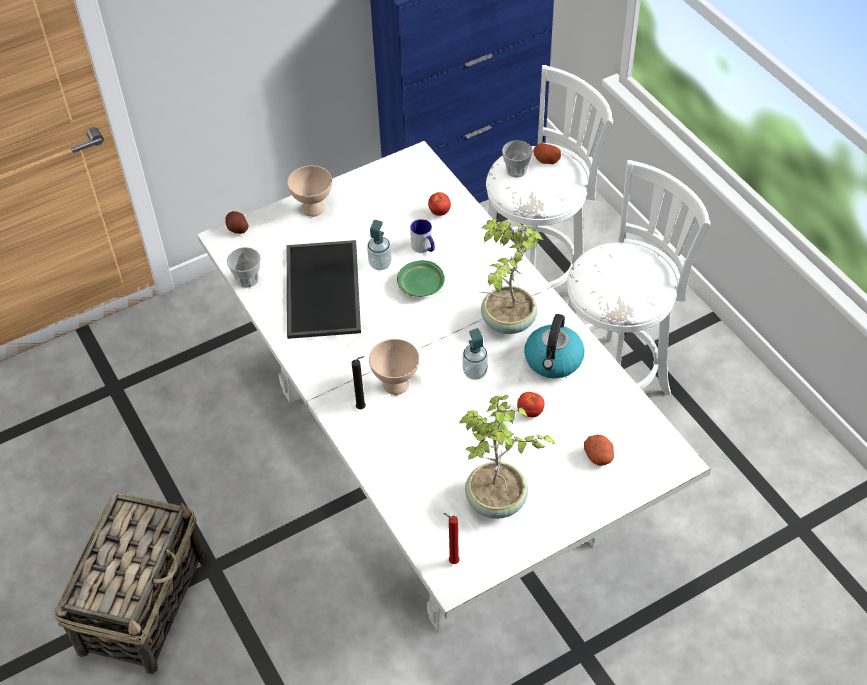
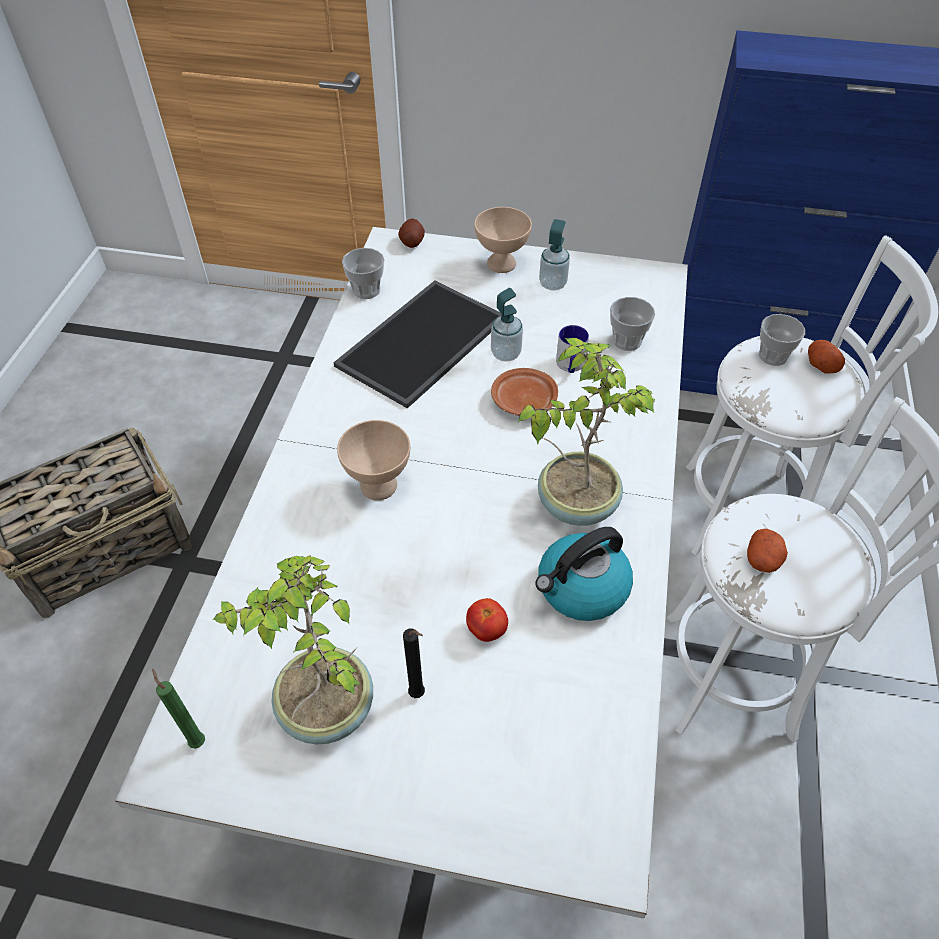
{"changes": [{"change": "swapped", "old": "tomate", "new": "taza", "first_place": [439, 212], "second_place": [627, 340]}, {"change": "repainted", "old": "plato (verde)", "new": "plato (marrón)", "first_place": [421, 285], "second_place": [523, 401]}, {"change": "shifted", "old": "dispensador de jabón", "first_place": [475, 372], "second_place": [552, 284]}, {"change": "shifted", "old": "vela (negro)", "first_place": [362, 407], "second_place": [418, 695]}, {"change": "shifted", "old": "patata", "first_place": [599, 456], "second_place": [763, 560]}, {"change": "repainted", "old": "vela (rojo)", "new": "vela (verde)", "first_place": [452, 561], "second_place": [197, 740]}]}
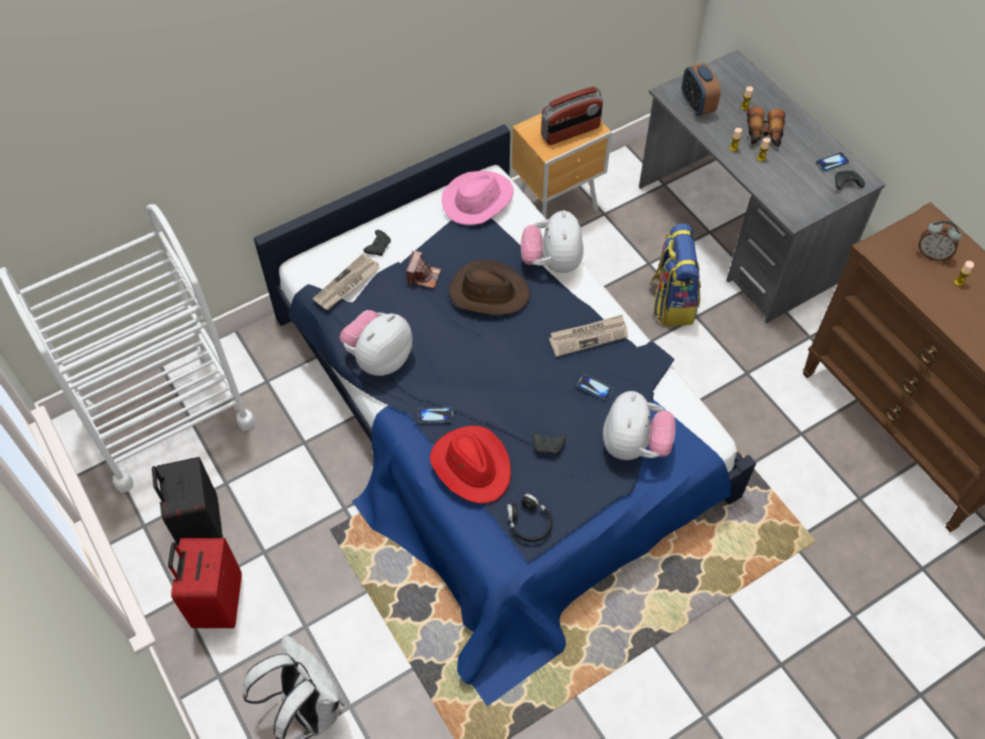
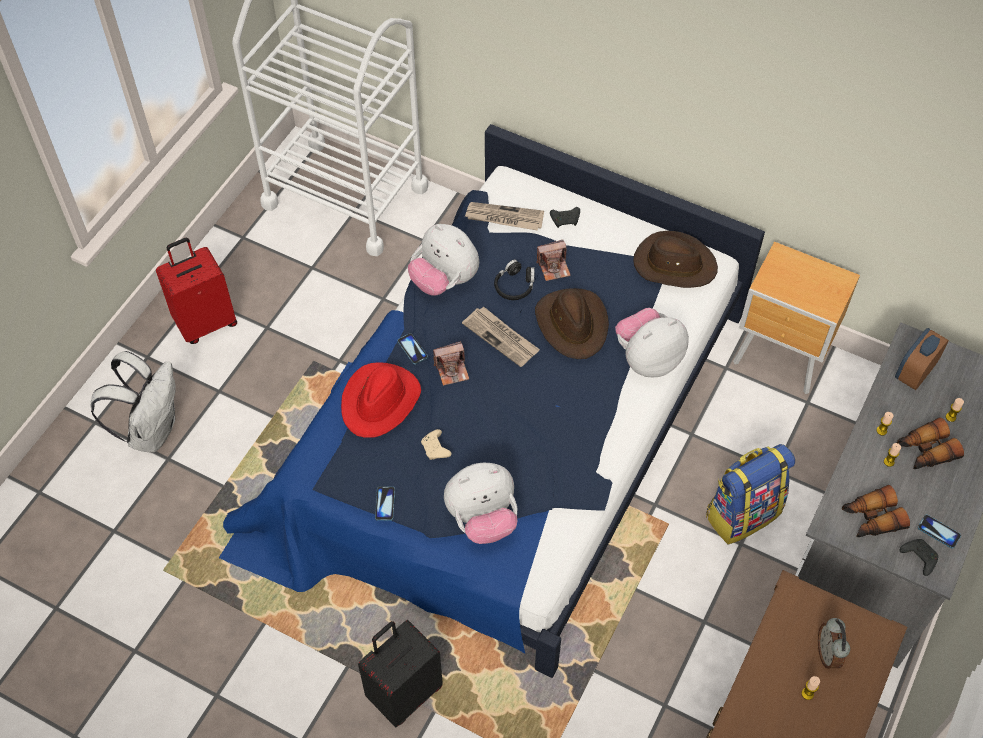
{"changes": [{"change": "gone", "old": "radio", "first_place": [570, 132]}, {"change": "repainted", "old": "sombrero (rosa)", "new": "sombrero (marrón)", "first_place": [478, 200], "second_place": [674, 264]}, {"change": "rotated", "old": "peluche", "first_place": [379, 358], "second_place": [444, 280], "degrees": -150}, {"change": "shifted", "old": "periódico", "first_place": [588, 336], "second_place": [501, 337]}, {"change": "shifted", "old": "móvil", "first_place": [594, 387], "second_place": [385, 504]}, {"change": "repainted", "old": "mando de consola (negro)", "new": "mando de consola (beis)", "first_place": [548, 446], "second_place": [436, 449]}, {"change": "shifted", "old": "maleta (negro)", "first_place": [200, 528], "second_place": [404, 692]}, {"change": "shifted", "old": "auriculares (negro)", "first_place": [529, 523], "second_place": [515, 286]}, {"change": "new", "new": "cámara", "second_place": [452, 370]}, {"change": "new", "new": "prismáticos", "second_place": [871, 518]}]}
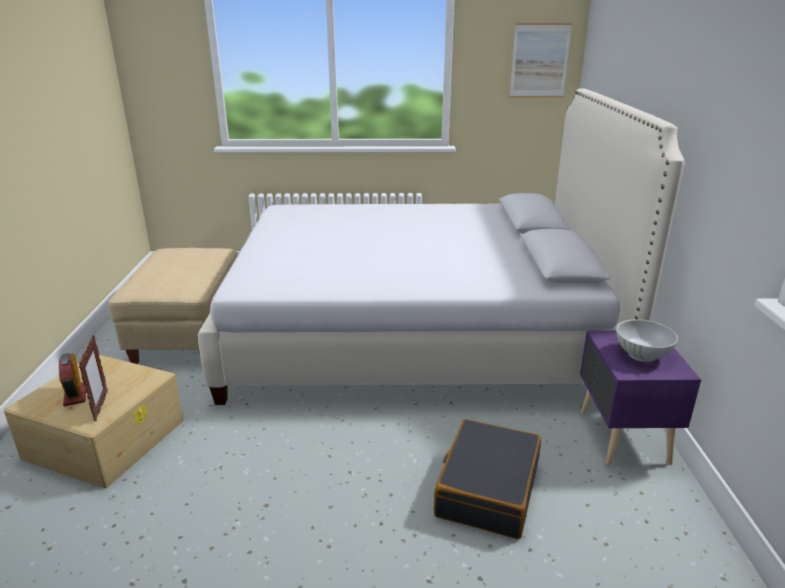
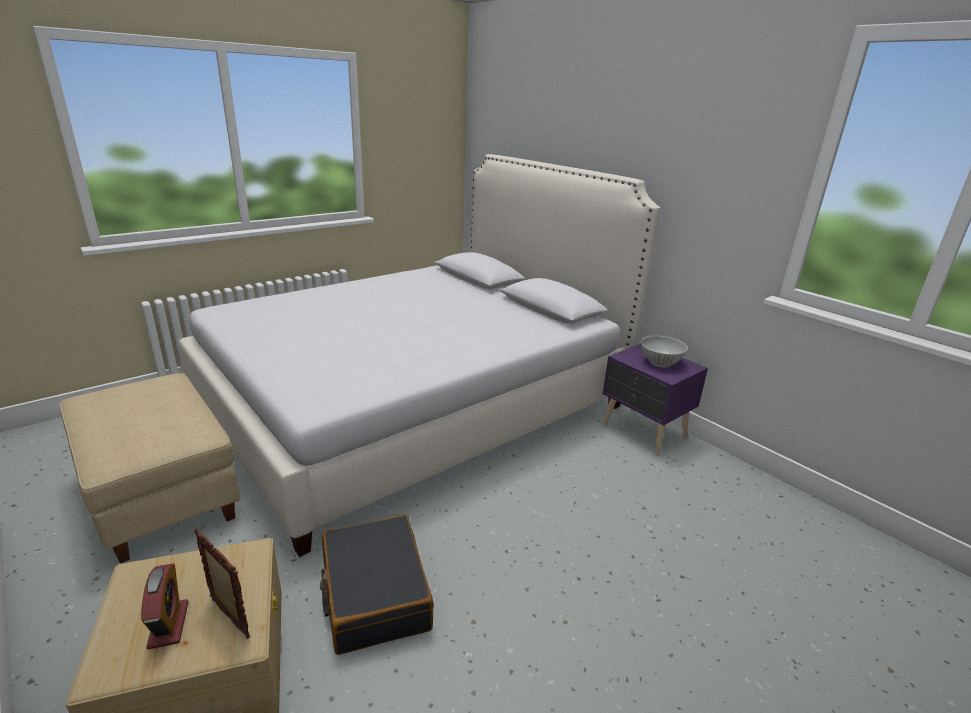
{"changes": [{"change": "gone", "old": "cuadro", "first_place": [539, 61]}, {"change": "rotated", "old": "despertador", "first_place": [75, 395], "second_place": [168, 625], "degrees": -135}, {"change": "shifted", "old": "maleta (negro)", "first_place": [487, 489], "second_place": [374, 594]}]}
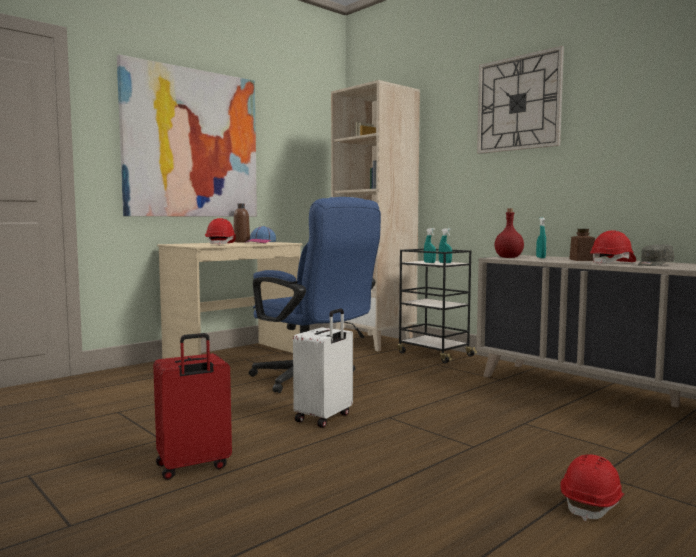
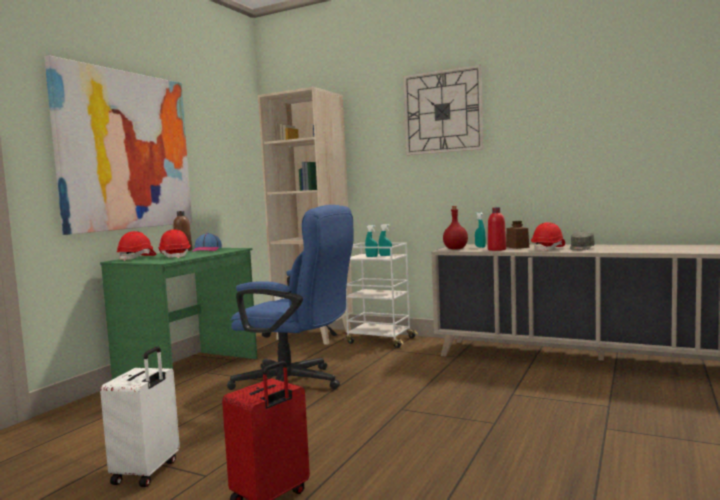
{"changes": [{"change": "repainted", "old": "escritorio (beis)", "new": "escritorio (verde)", "first_place": [233, 357], "second_place": [190, 372]}, {"change": "repainted", "old": "carrito (negro)", "new": "carrito (blanco)", "first_place": [434, 354], "second_place": [380, 340]}, {"change": "shifted", "old": "maleta (blanco)", "first_place": [324, 418], "second_place": [147, 472]}, {"change": "shifted", "old": "casco (rojo)", "first_place": [592, 504], "second_place": [137, 258]}, {"change": "new", "new": "botella (rojo)", "second_place": [497, 249]}]}
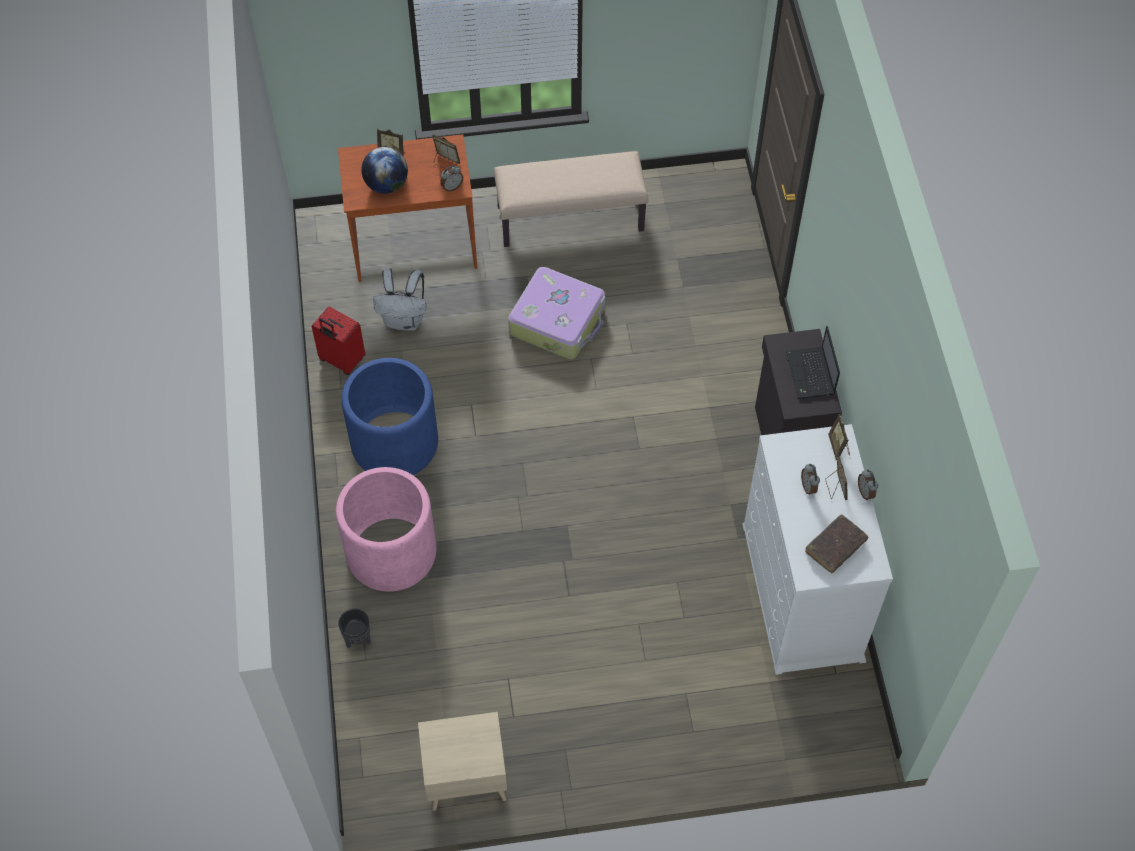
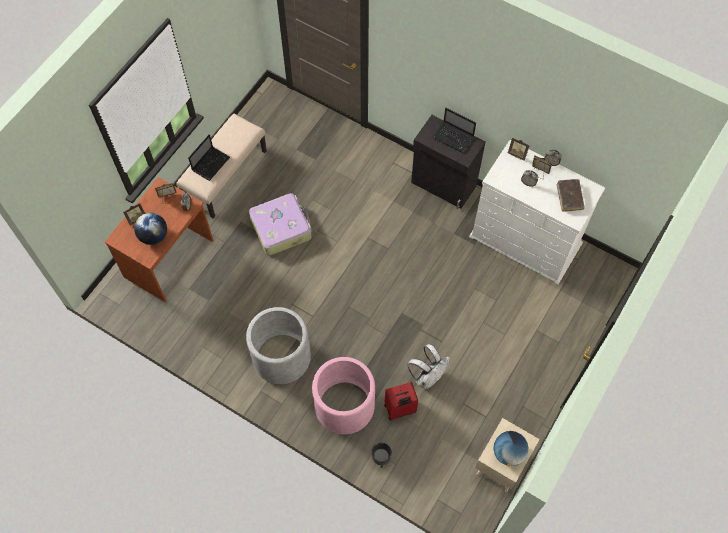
{"changes": [{"change": "shifted", "old": "mochila (blanco)", "first_place": [405, 320], "second_place": [428, 376]}, {"change": "shifted", "old": "maleta (rojo)", "first_place": [341, 360], "second_place": [400, 409]}, {"change": "repainted", "old": "maceta (azul)", "new": "maceta (gris)", "first_place": [394, 442], "second_place": [281, 357]}, {"change": "new", "new": "portátil", "second_place": [211, 163]}, {"change": "new", "new": "globo terráqueo", "second_place": [508, 453]}]}
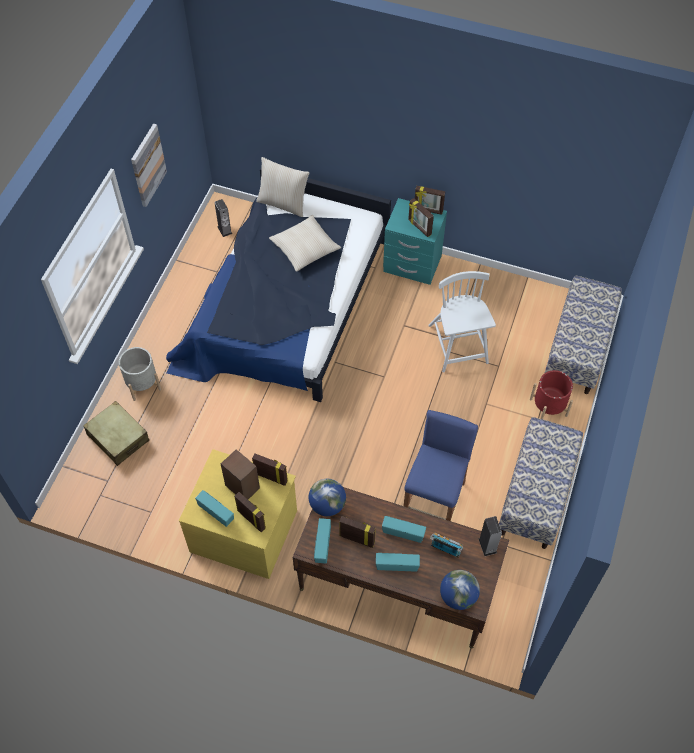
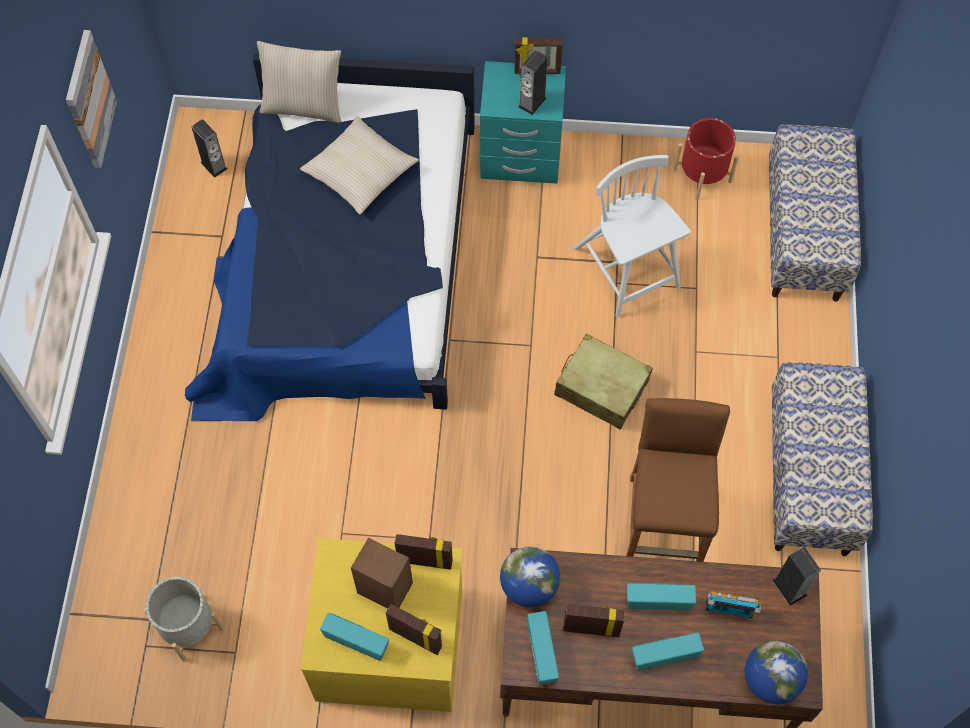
{"changes": [{"change": "swapped", "old": "portarretratos", "new": "altavoz", "first_place": [419, 227], "second_place": [532, 102]}, {"change": "shifted", "old": "maceta (gris)", "first_place": [142, 384], "second_place": [189, 626]}, {"change": "shifted", "old": "maceta (rojo)", "first_place": [548, 407], "second_place": [702, 175]}, {"change": "shifted", "old": "maleta (beis)", "first_place": [118, 438], "second_place": [601, 388]}, {"change": "repainted", "old": "taburete (azul)", "new": "taburete (marrón)", "first_place": [434, 501], "second_place": [664, 524]}]}
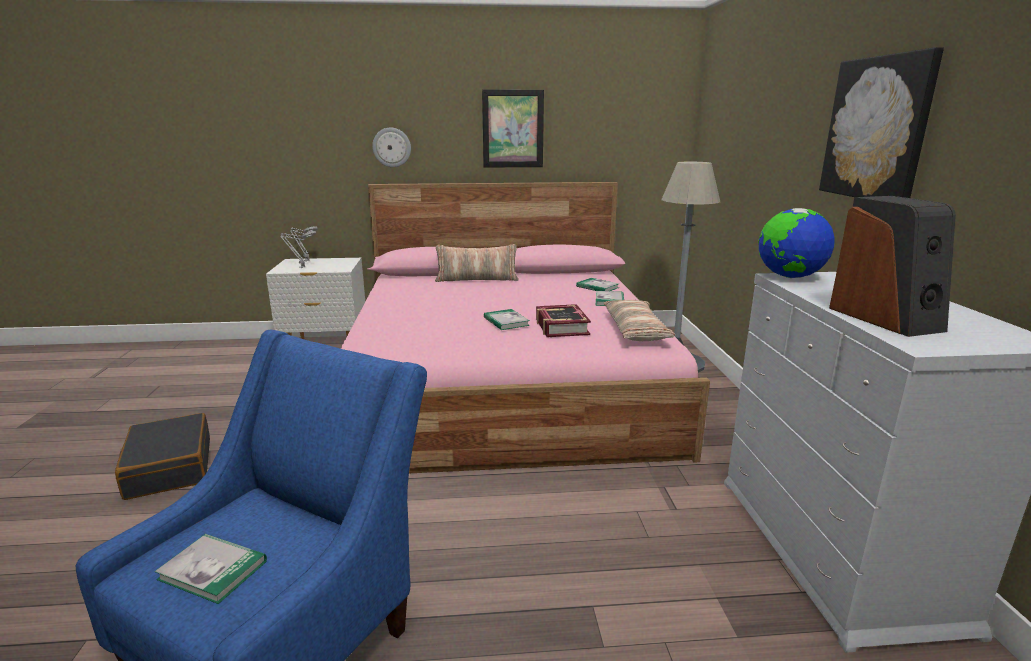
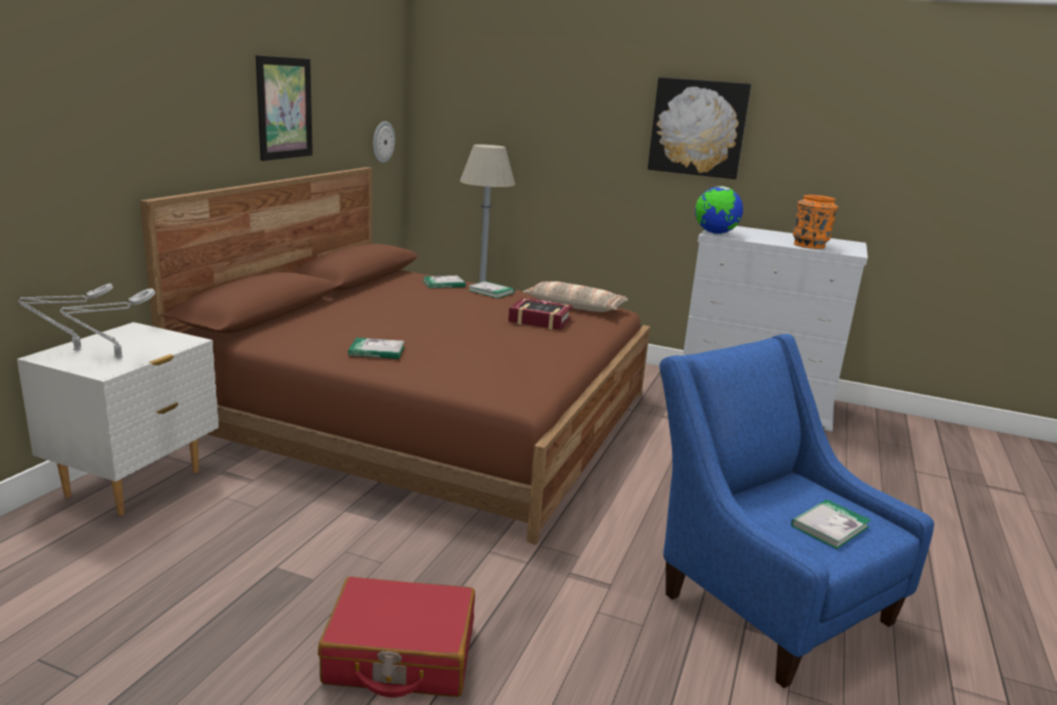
{"changes": [{"change": "shifted", "old": "reloj de pared", "first_place": [391, 147], "second_place": [382, 142]}, {"change": "repainted", "old": "cama (rosa)", "new": "cama (marrón)", "first_place": [505, 384], "second_place": [428, 413]}, {"change": "swapped", "old": "altavoz", "new": "florero (naranja)", "first_place": [885, 318], "second_place": [809, 245]}, {"change": "gone", "old": "cojín", "first_place": [477, 279]}, {"change": "shifted", "old": "libro", "first_place": [506, 321], "second_place": [377, 351]}, {"change": "repainted", "old": "maleta (negro)", "new": "maleta (rojo)", "first_place": [169, 468], "second_place": [400, 655]}]}
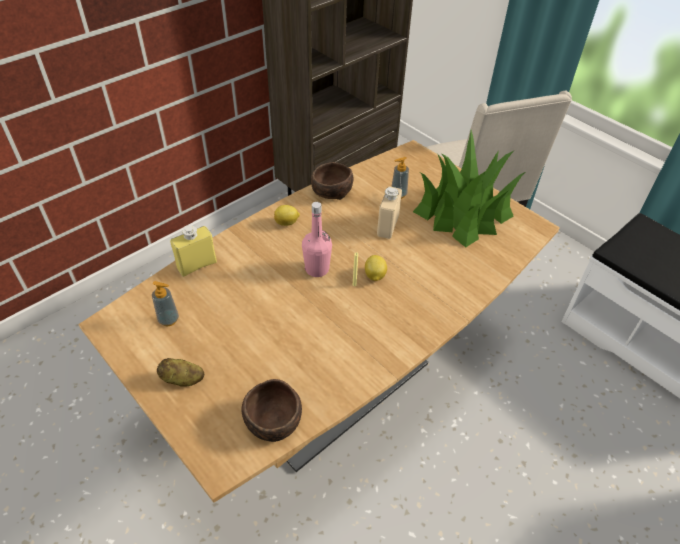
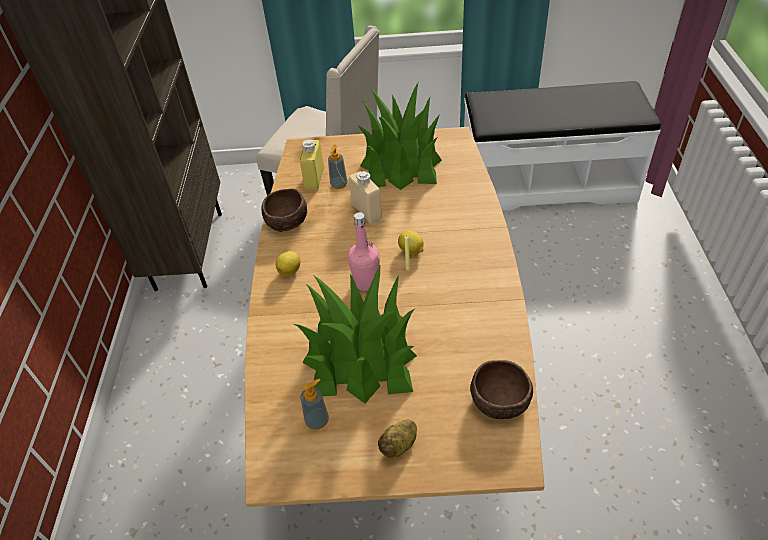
{"changes": [{"change": "shifted", "old": "botella (amarillo)", "first_place": [197, 265], "second_place": [314, 179]}, {"change": "new", "new": "planta en maceta", "second_place": [360, 357]}]}
